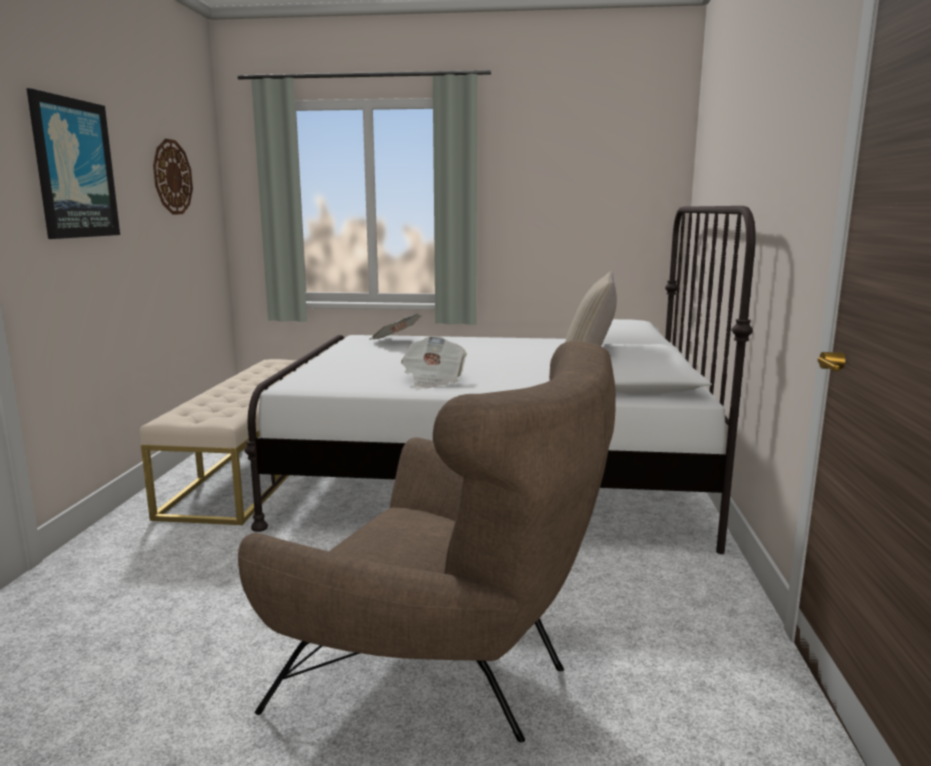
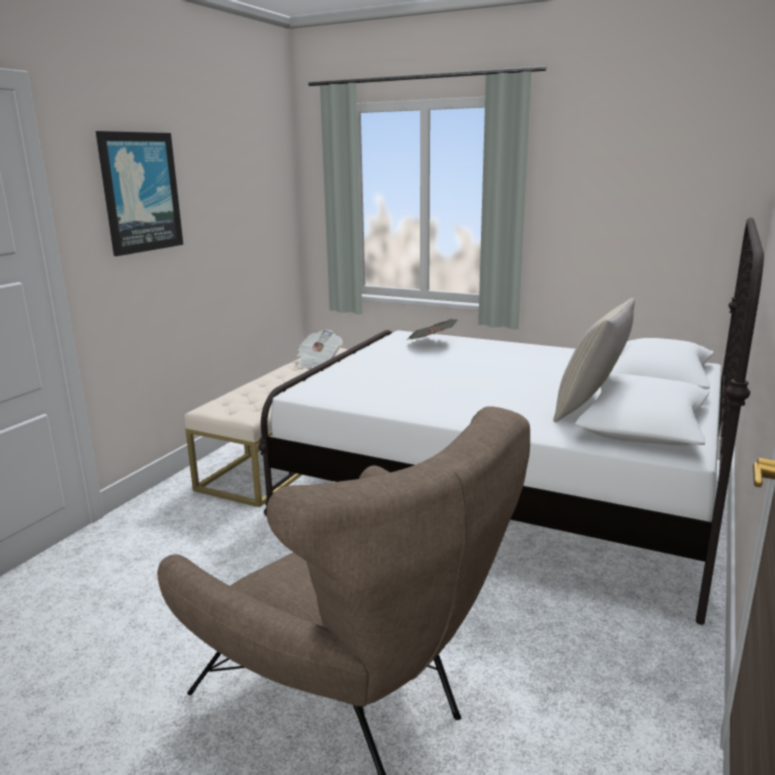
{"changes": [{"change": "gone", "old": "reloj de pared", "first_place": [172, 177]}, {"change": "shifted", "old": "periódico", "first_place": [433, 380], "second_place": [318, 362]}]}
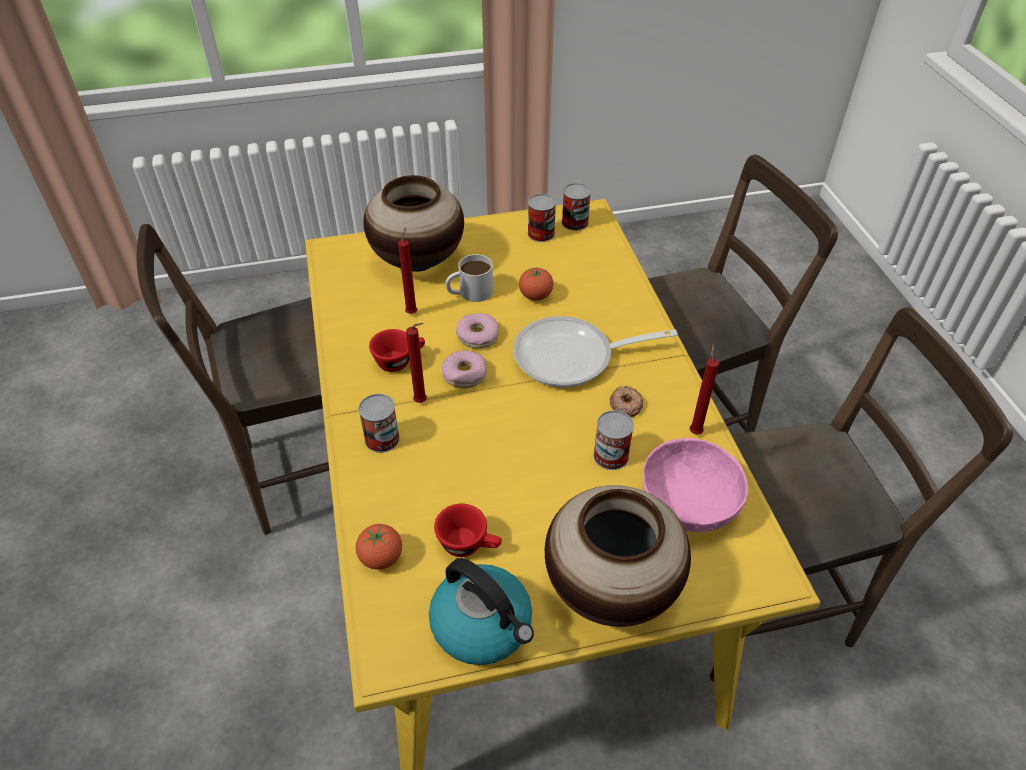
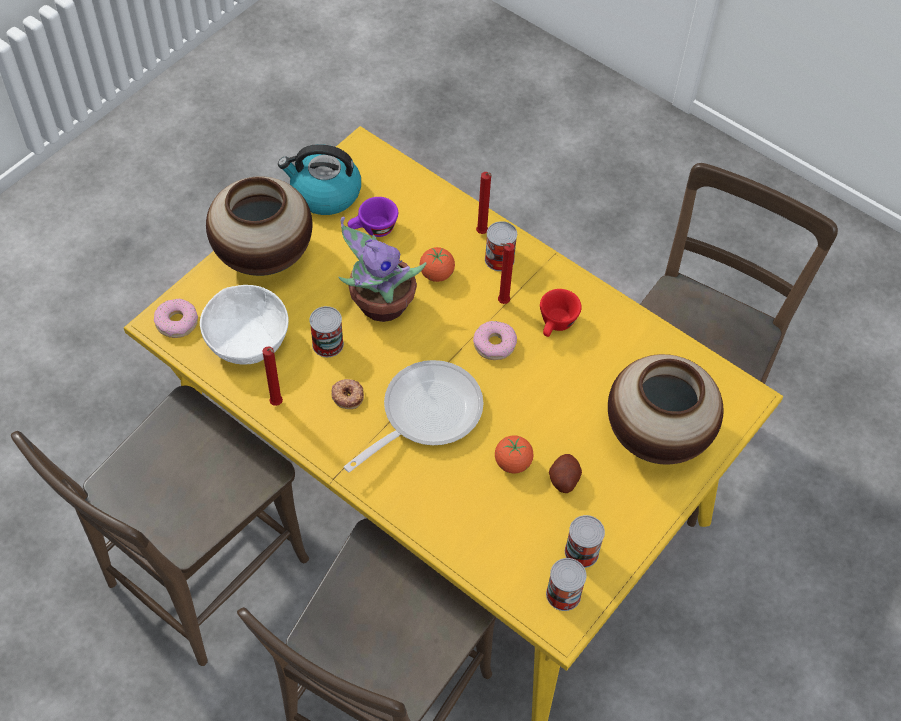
{"changes": [{"change": "shifted", "old": "vela (rojo)", "first_place": [412, 312], "second_place": [482, 234]}, {"change": "gone", "old": "taza grande (blanco)", "first_place": [469, 292]}, {"change": "shifted", "old": "rosquilla", "first_place": [478, 336], "second_place": [176, 322]}, {"change": "repainted", "old": "cuenco (rosa)", "new": "cuenco (blanco)", "first_place": [688, 504], "second_place": [247, 340]}, {"change": "repainted", "old": "taza (rojo)", "new": "taza (morado)", "first_place": [469, 544], "second_place": [373, 229]}, {"change": "shifted", "old": "tomate", "first_place": [381, 557], "second_place": [436, 274]}, {"change": "new", "new": "planta en maceta", "second_place": [379, 305]}, {"change": "new", "new": "patata", "second_place": [564, 479]}]}
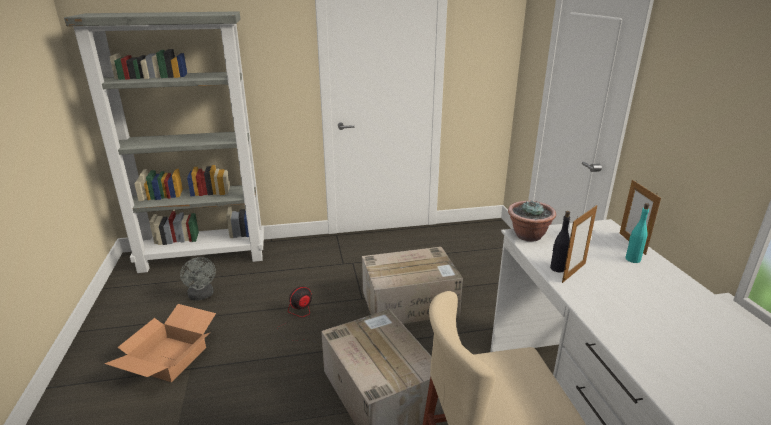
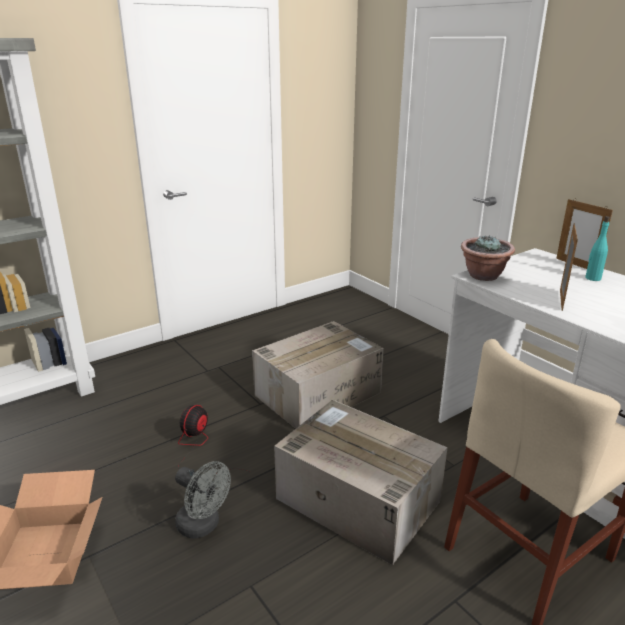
{"changes": [{"change": "gone", "old": "botella (negro)", "first_place": [557, 268]}, {"change": "shifted", "old": "ventilador (gris)", "first_place": [202, 296], "second_place": [203, 526]}]}
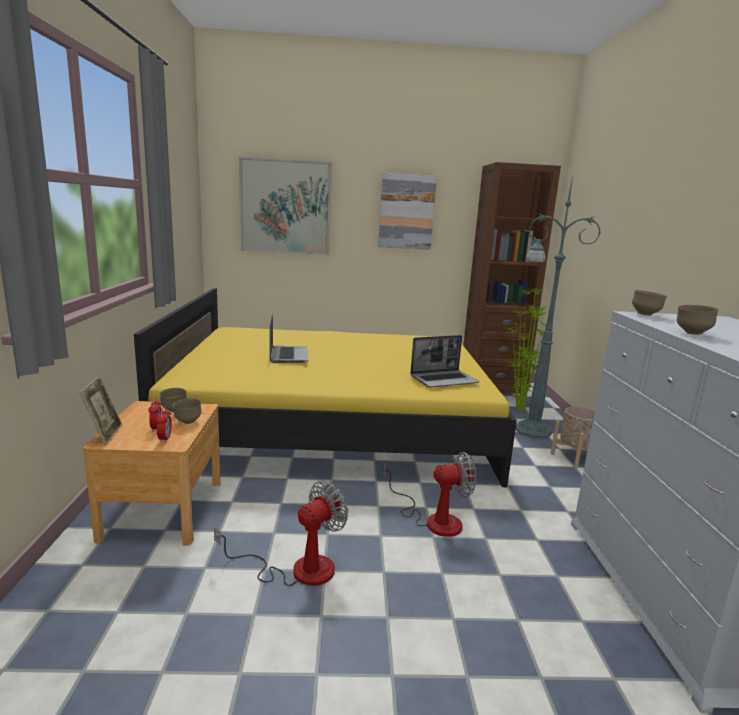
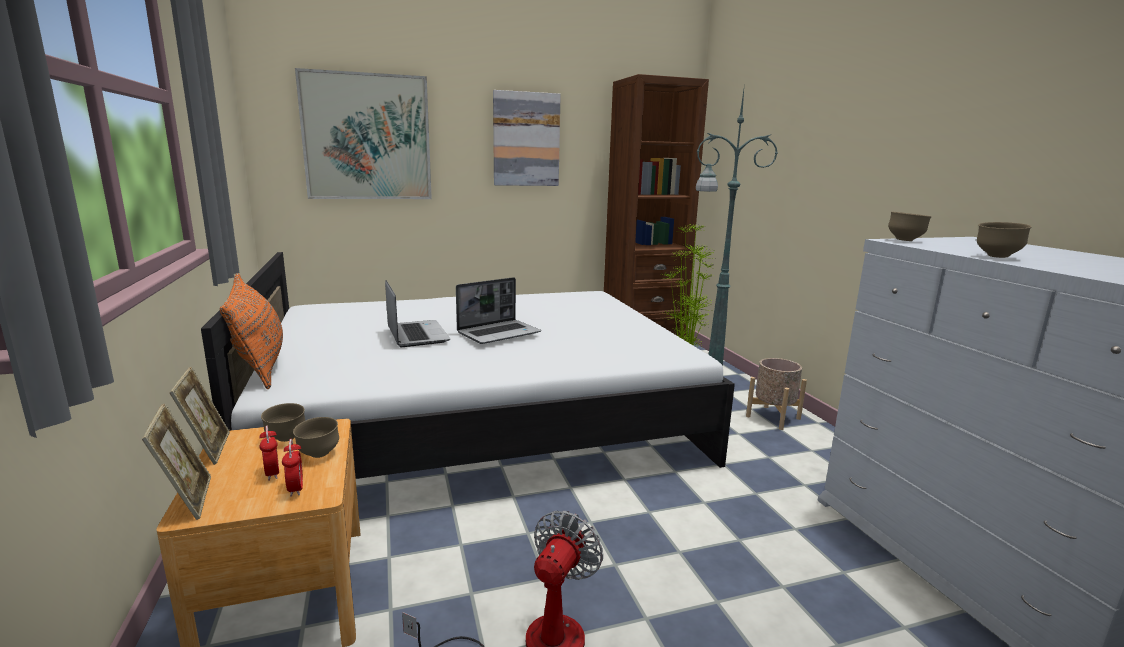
{"changes": [{"change": "repainted", "old": "cama (amarillo)", "new": "cama (blanco)", "first_place": [333, 425], "second_place": [479, 419]}, {"change": "shifted", "old": "portátil", "first_place": [444, 380], "second_place": [499, 333]}, {"change": "gone", "old": "ventilador", "first_place": [433, 519]}, {"change": "new", "new": "cojín (naranja)", "second_place": [259, 364]}, {"change": "new", "new": "portarretratos", "second_place": [208, 449]}]}
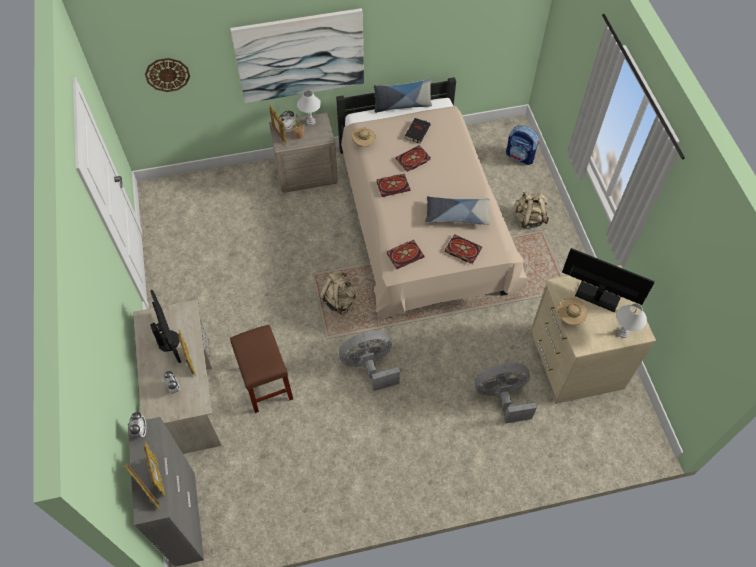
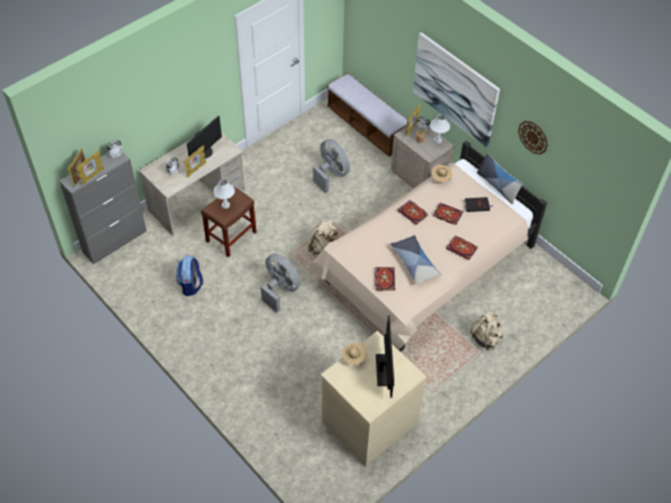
{"changes": [{"change": "shifted", "old": "reloj de pared", "first_place": [167, 74], "second_place": [533, 137]}, {"change": "shifted", "old": "mochila", "first_place": [520, 156], "second_place": [191, 285]}, {"change": "shifted", "old": "libro", "first_place": [405, 254], "second_place": [462, 248]}, {"change": "shifted", "old": "lámpara de mesa (blanco)", "first_place": [623, 332], "second_place": [226, 205]}, {"change": "shifted", "old": "ventilador (gris)", "first_place": [502, 397], "second_place": [331, 174]}, {"change": "new", "new": "banco", "second_place": [367, 127]}]}
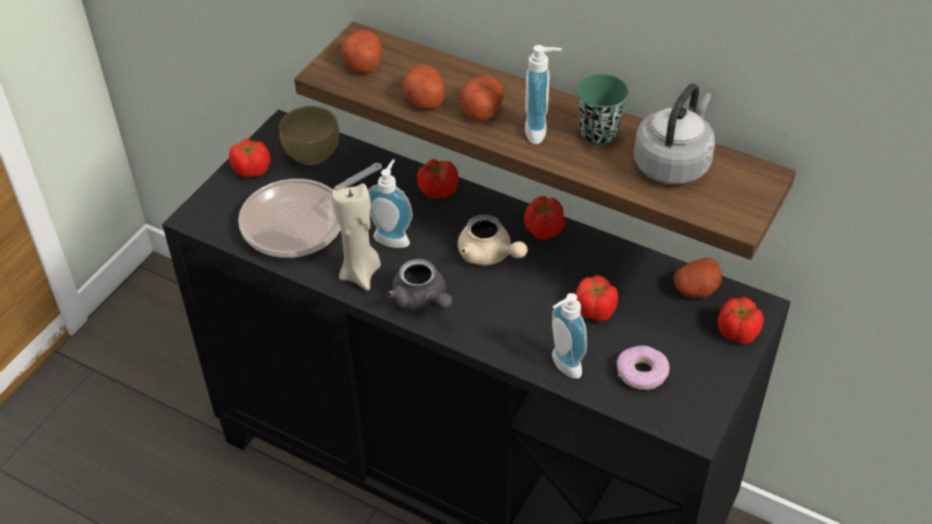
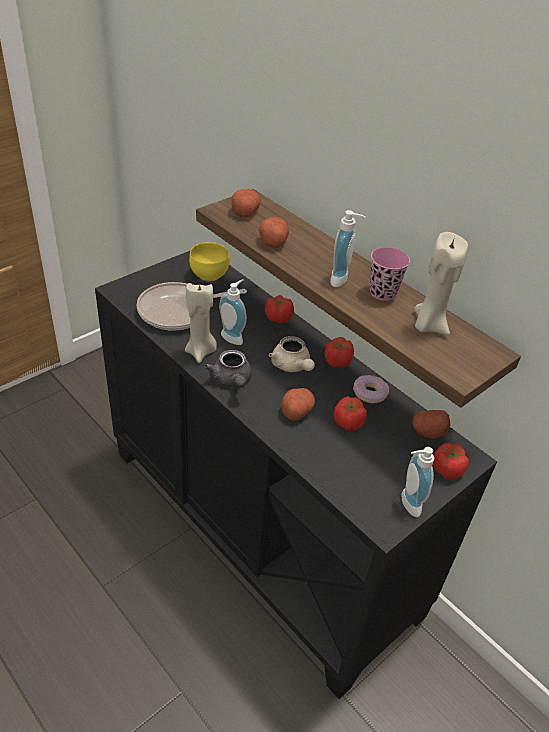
{"changes": [{"change": "repainted", "old": "taza (verde)", "new": "taza (rosa)", "first_place": [598, 134], "second_place": [382, 293]}, {"change": "shifted", "old": "patata", "first_place": [481, 109], "second_place": [296, 411]}, {"change": "swapped", "old": "hervidor (gris)", "new": "vela (beis)", "first_place": [673, 163], "second_place": [428, 325]}, {"change": "repainted", "old": "cuenco (marrón)", "new": "cuenco (amarillo)", "first_place": [311, 153], "second_place": [209, 274]}, {"change": "gone", "old": "tomate", "first_place": [251, 169]}, {"change": "shifted", "old": "dispensador de jabón", "first_place": [562, 366], "second_place": [407, 504]}, {"change": "shifted", "old": "rosquilla", "first_place": [642, 373], "second_place": [369, 393]}]}
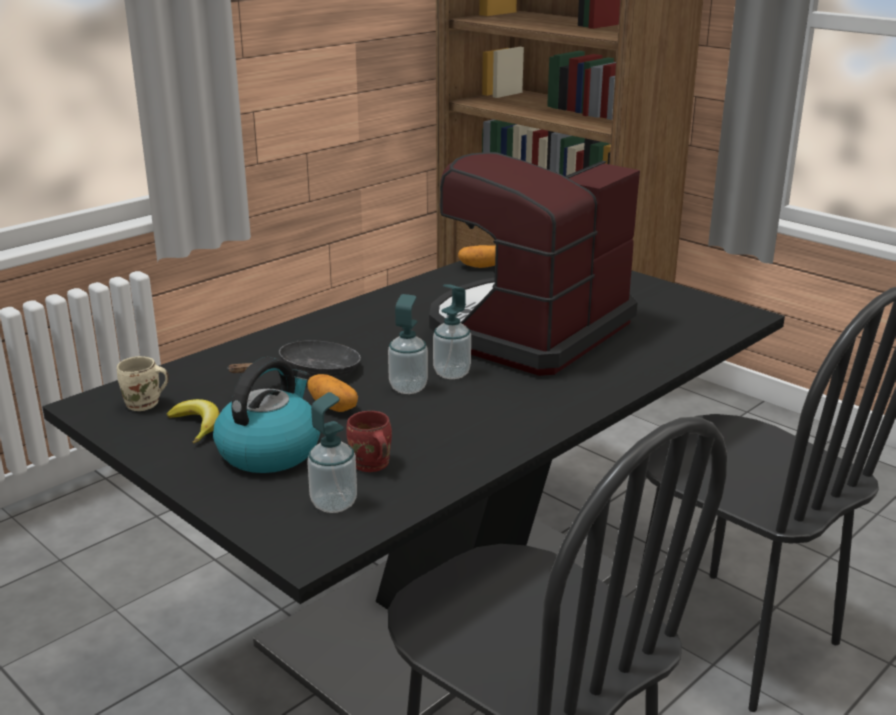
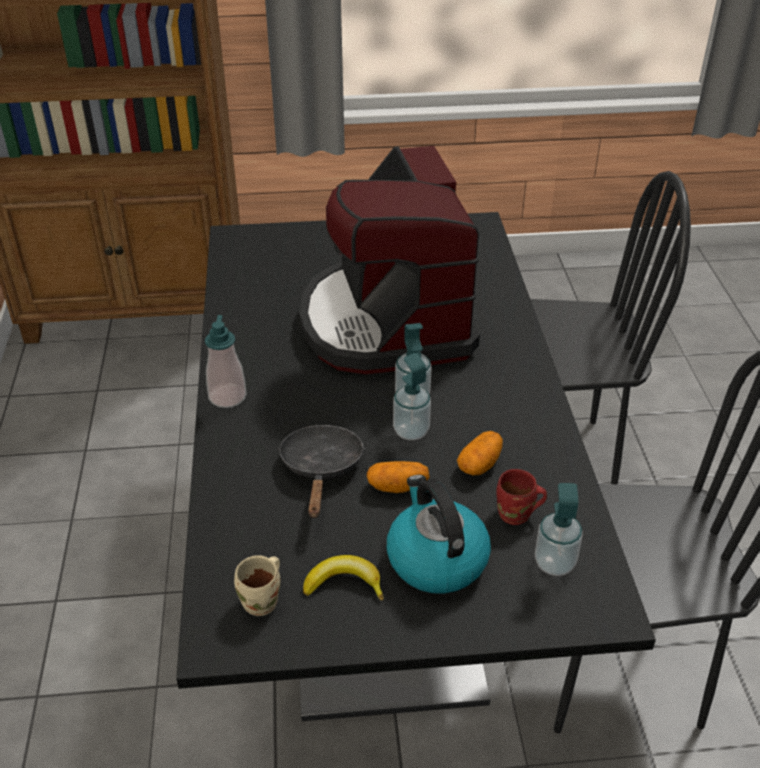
{"changes": [{"change": "shifted", "old": "patata", "first_place": [481, 266], "second_place": [480, 464]}, {"change": "new", "new": "dispensador de jabón", "second_place": [227, 397]}]}
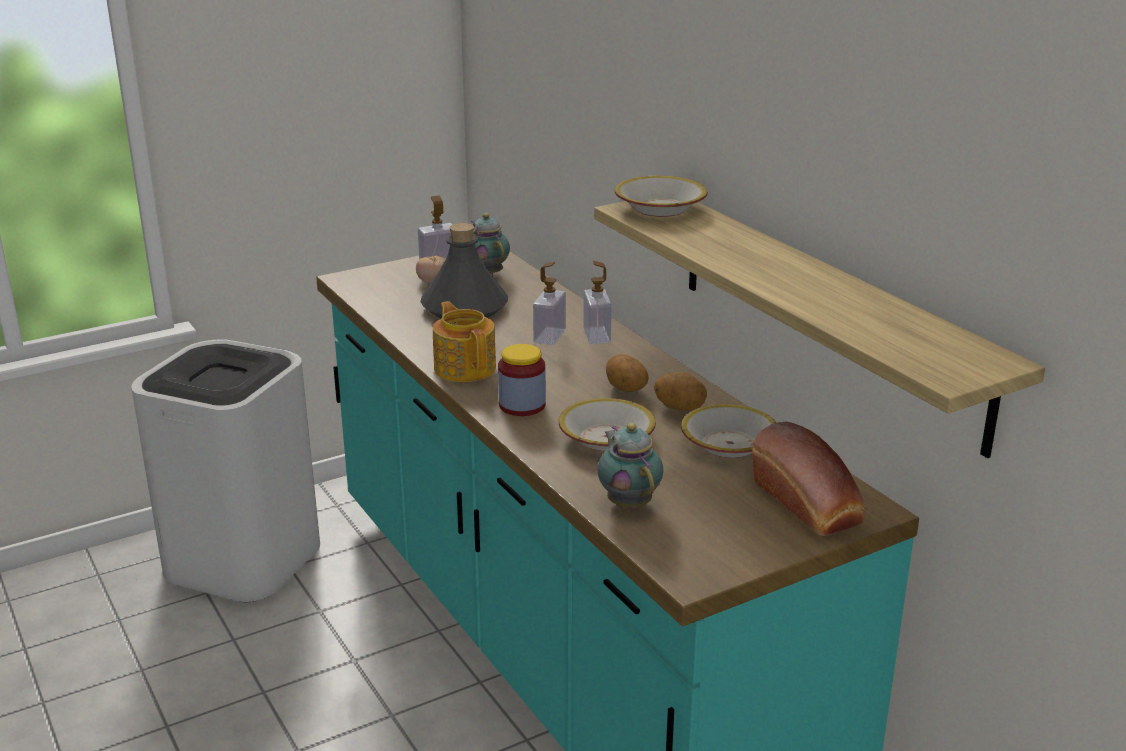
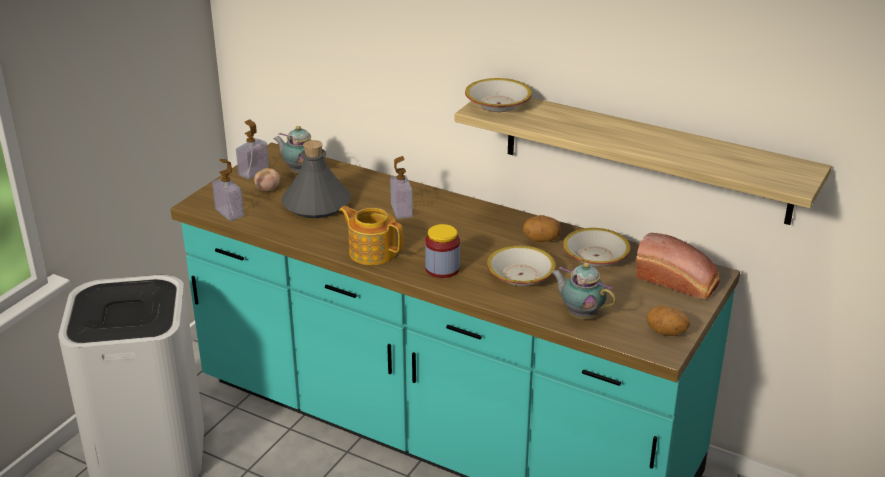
{"changes": [{"change": "shifted", "old": "dispensador de jabón", "first_place": [597, 335], "second_place": [229, 213]}, {"change": "shifted", "old": "patata", "first_place": [625, 390], "second_place": [666, 333]}]}
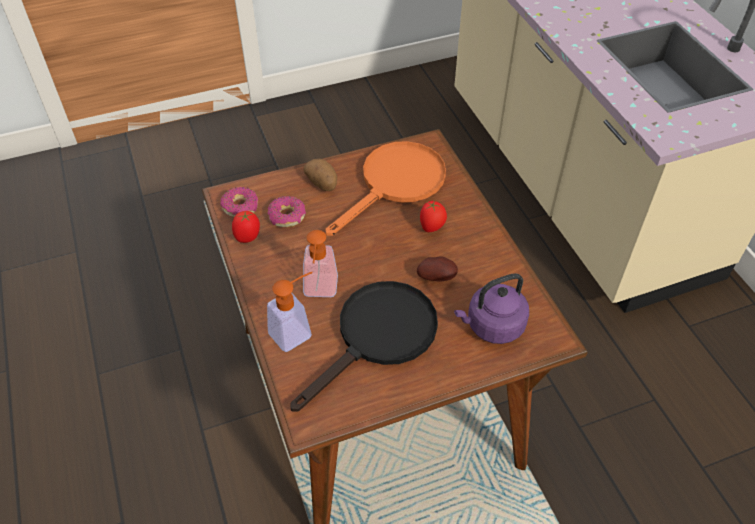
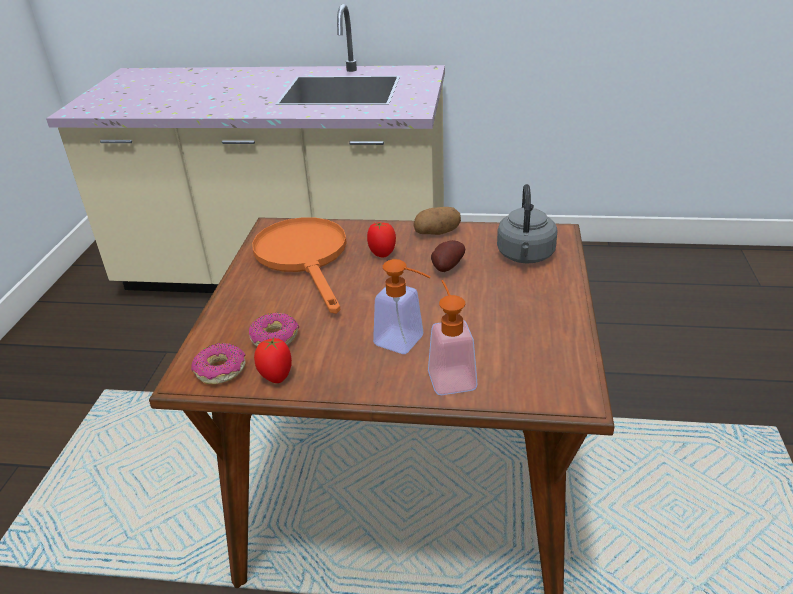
{"changes": [{"change": "shifted", "old": "patata", "first_place": [322, 183], "second_place": [437, 232]}, {"change": "repainted", "old": "hervidor (morado)", "new": "hervidor (gris)", "first_place": [492, 326], "second_place": [525, 256]}, {"change": "gone", "old": "sartén (negro)", "first_place": [378, 337]}]}
